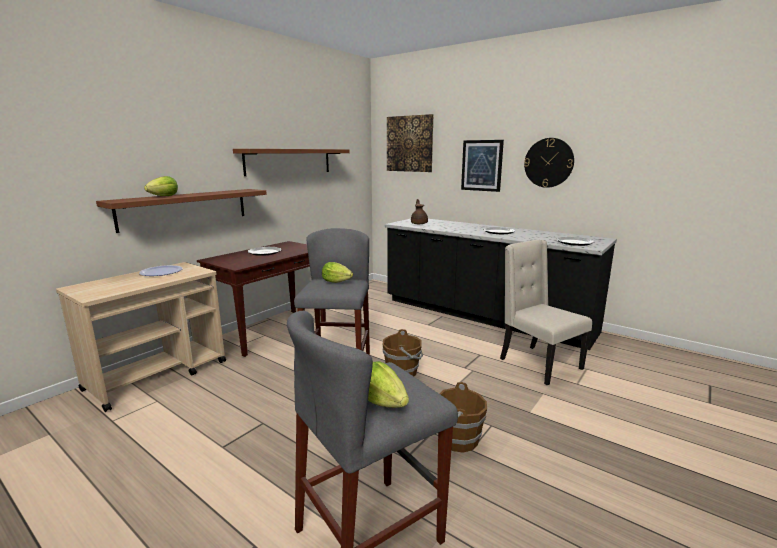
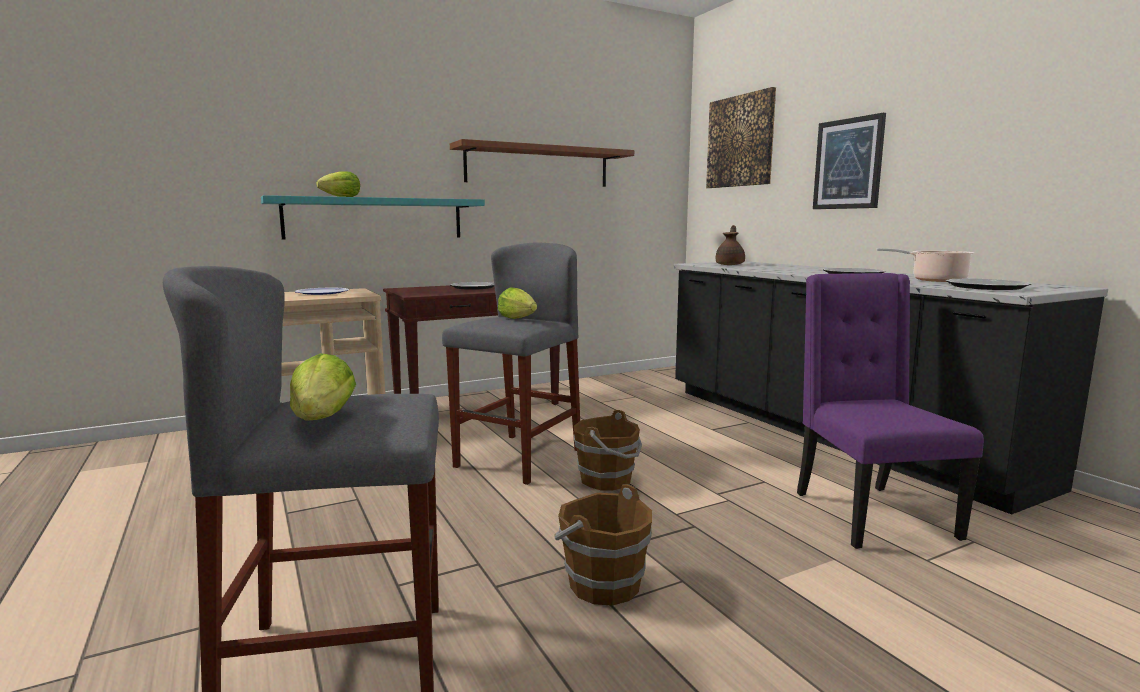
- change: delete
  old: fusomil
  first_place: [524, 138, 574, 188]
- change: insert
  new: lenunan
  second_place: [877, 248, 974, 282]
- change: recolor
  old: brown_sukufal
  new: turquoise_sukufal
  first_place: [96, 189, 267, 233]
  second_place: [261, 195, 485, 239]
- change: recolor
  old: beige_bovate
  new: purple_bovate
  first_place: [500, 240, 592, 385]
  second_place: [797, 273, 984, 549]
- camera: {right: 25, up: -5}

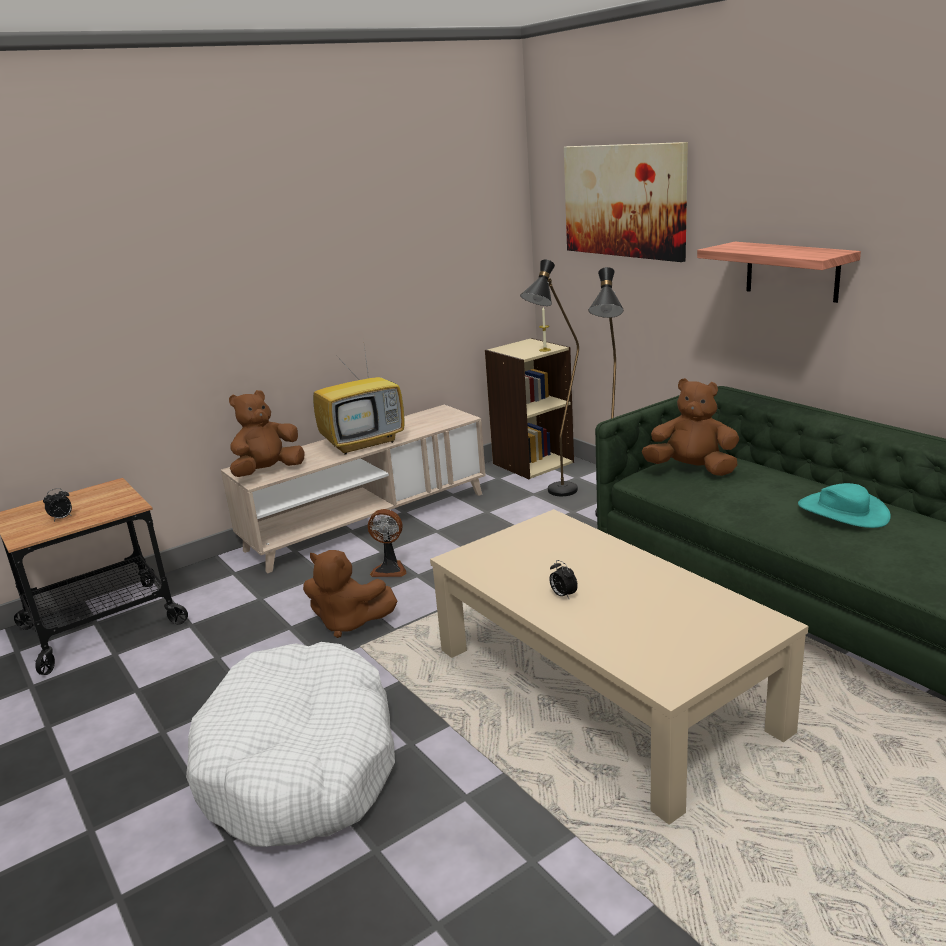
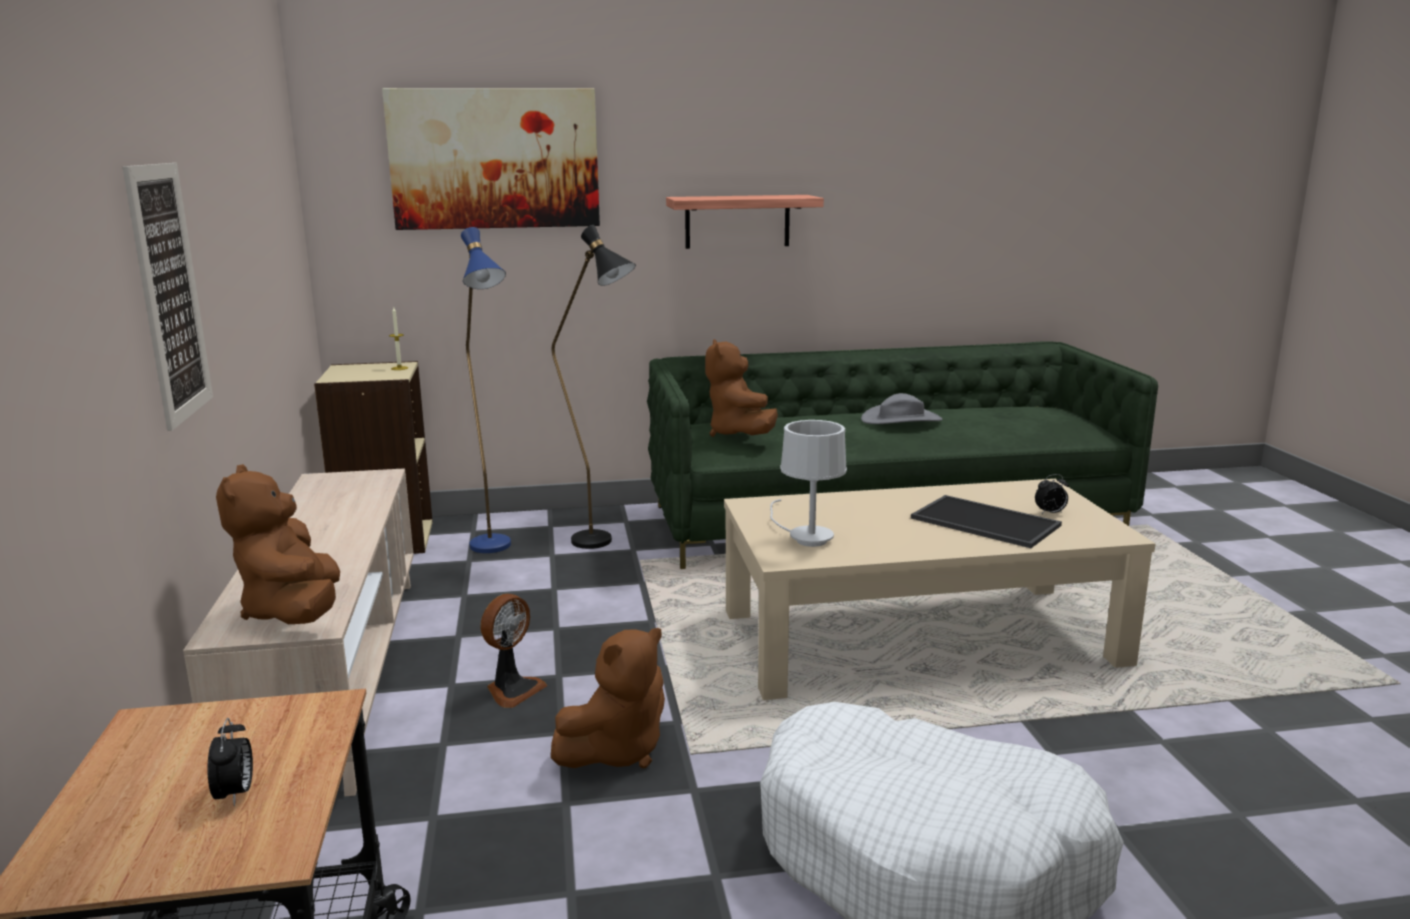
- change: delete
  old: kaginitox
  first_place: [313, 339, 405, 455]
- change: insert
  new: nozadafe
  second_place: [122, 163, 213, 431]
- change: insert
  new: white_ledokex
  second_place: [770, 420, 847, 547]
- change: insert
  new: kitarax
  second_place: [911, 495, 1062, 548]
- change: move
  old: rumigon
  first_place: [549, 560, 578, 599]
  second_place: [1035, 474, 1069, 514]
- change: recolor
  old: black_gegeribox
  new: blue_gegeribox
  first_place: [520, 259, 579, 496]
  second_place: [461, 227, 511, 553]
- change: recolor
  old: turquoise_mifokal
  new: grey_mifokal
  first_place: [798, 483, 891, 528]
  second_place: [861, 393, 943, 424]
- change: rotate
  old: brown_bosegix
  first_place: [642, 378, 739, 476]
  second_place: [705, 339, 778, 437]
  degrees: -60
- camera: {right: -65, up: -5}

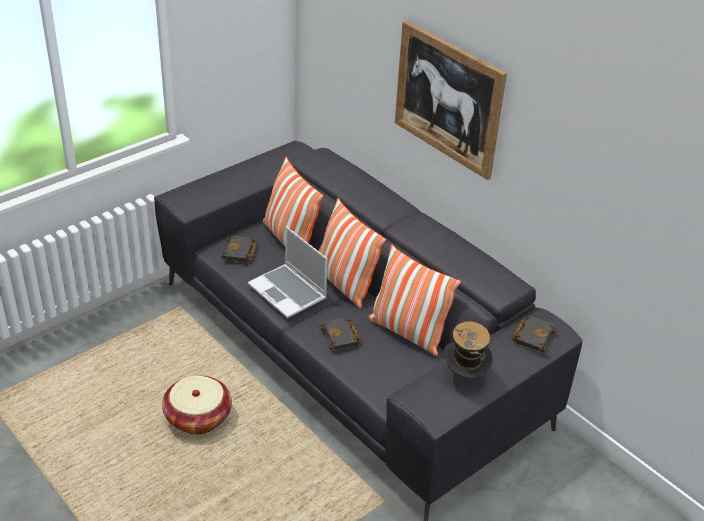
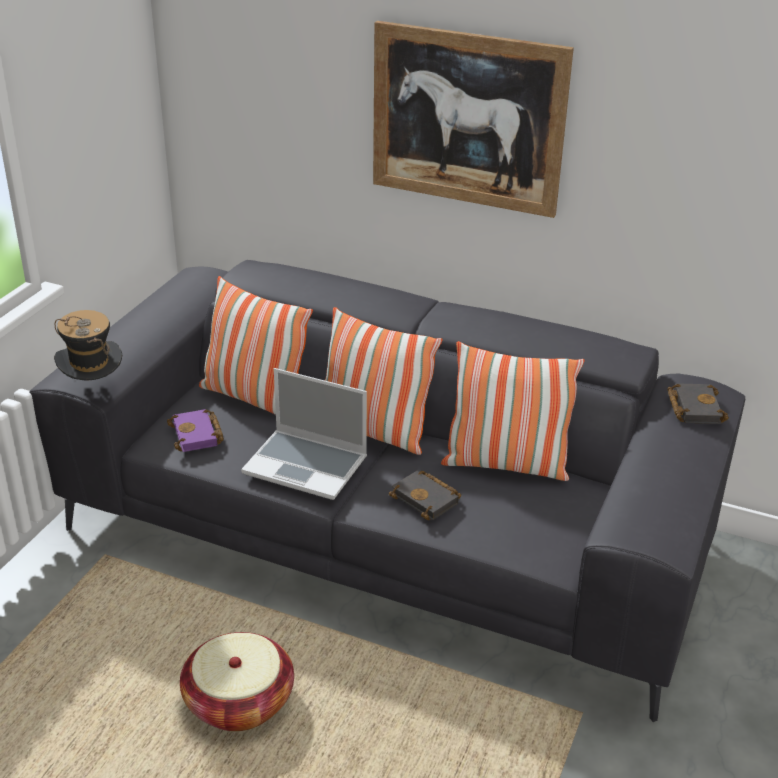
- change: move
  old: mifokal
  first_place: [444, 321, 493, 378]
  second_place: [54, 310, 122, 381]
- change: recolor
  old: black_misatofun
  new: purple_misatofun
  first_place: [221, 236, 257, 263]
  second_place: [167, 409, 224, 452]
- camera: {right: -25, up: -5}

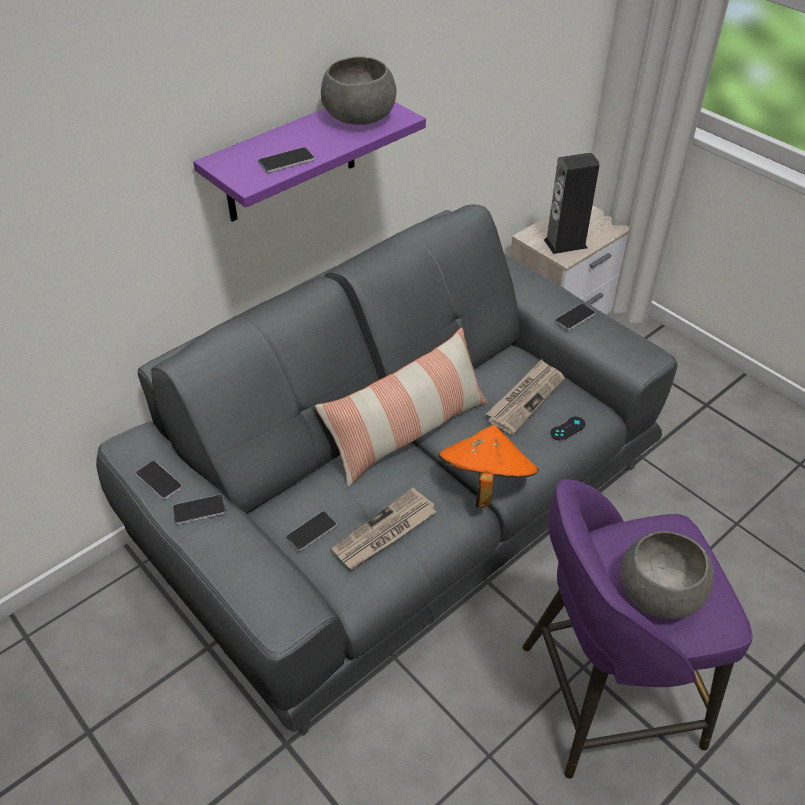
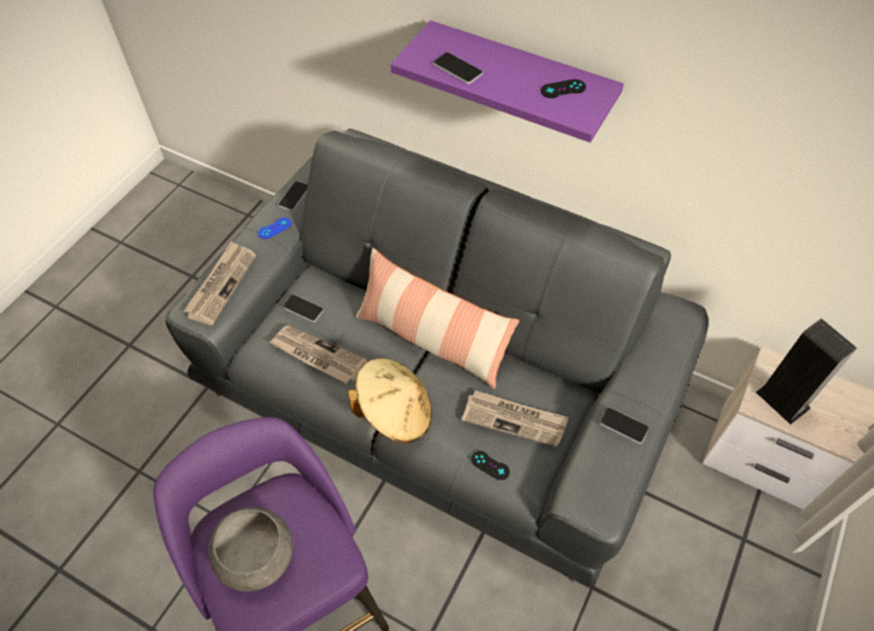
- change: insert
  new: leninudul
  second_place: [184, 241, 256, 326]
- change: replace
  old: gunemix
  new: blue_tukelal
  first_place: [172, 494, 226, 525]
  second_place: [258, 218, 291, 239]
- change: replace
  old: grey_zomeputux
  new: black_tukelal
  first_place: [321, 56, 397, 125]
  second_place: [541, 79, 586, 98]
- change: recolor
  old: orange_mifokal
  new: beige_mifokal
  first_place: [439, 425, 539, 508]
  second_place: [348, 358, 432, 443]
- camera: {right: 70, up: 10}

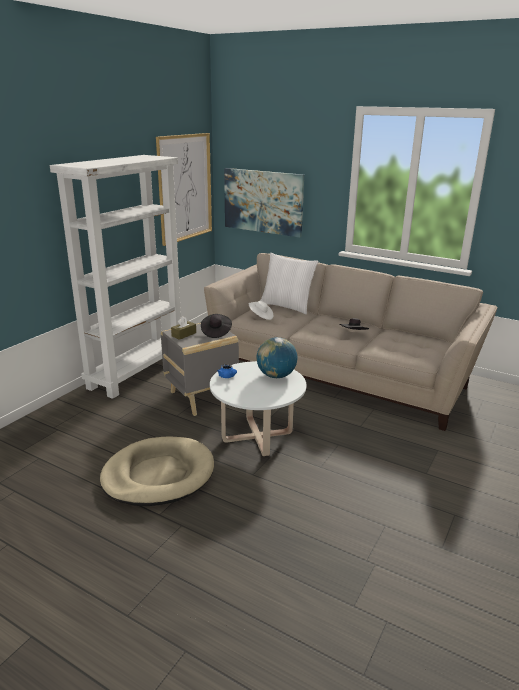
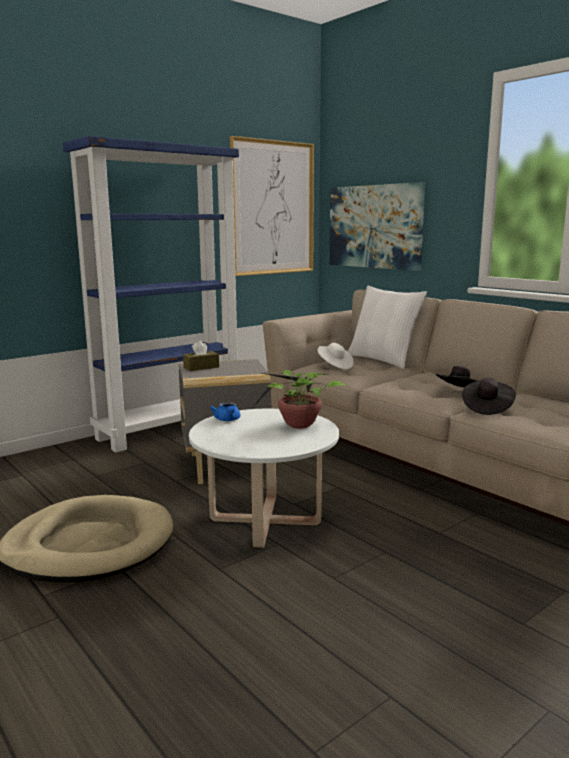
- change: move
  old: black_mifokal
  first_place: [201, 314, 232, 338]
  second_place: [462, 378, 516, 415]
- change: replace
  old: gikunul
  new: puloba
  first_place: [256, 337, 298, 378]
  second_place: [253, 370, 346, 429]
- change: recolor
  old: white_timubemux
  new: blue_timubemux
  first_place: [50, 155, 181, 399]
  second_place: [63, 136, 239, 453]
- camera: {right: 20, up: -10}

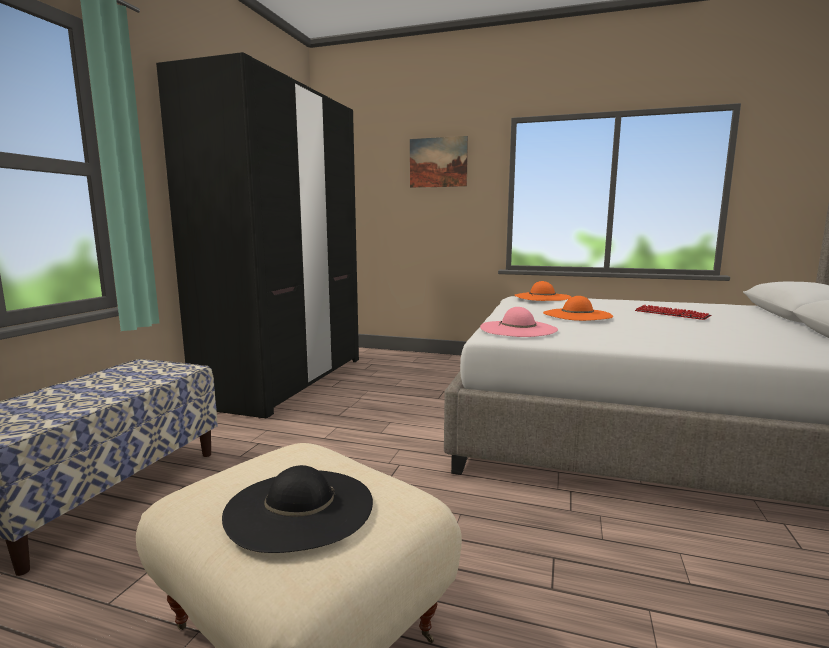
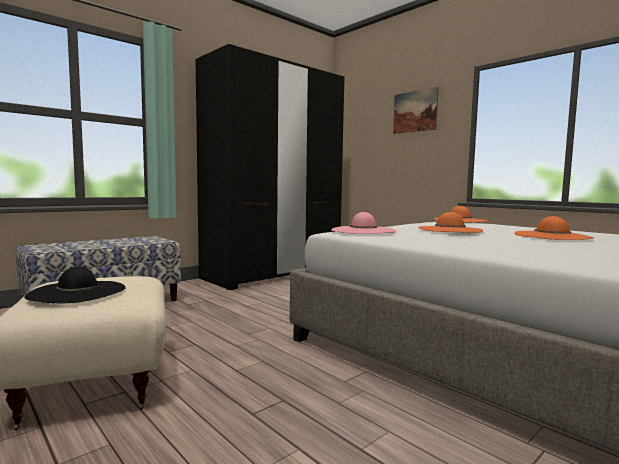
- change: replace
  old: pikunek
  new: orange_mifokal
  first_place: [635, 305, 711, 320]
  second_place: [514, 216, 594, 240]
- camera: {right: 30, up: -5}

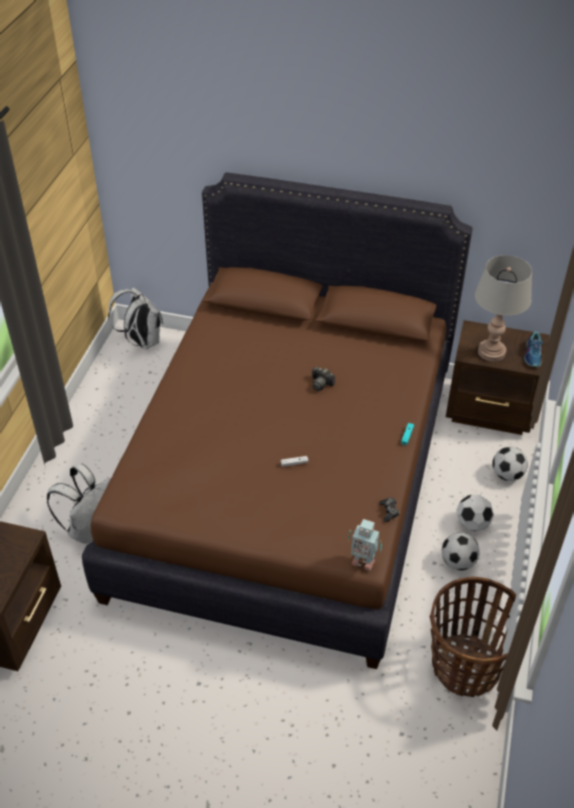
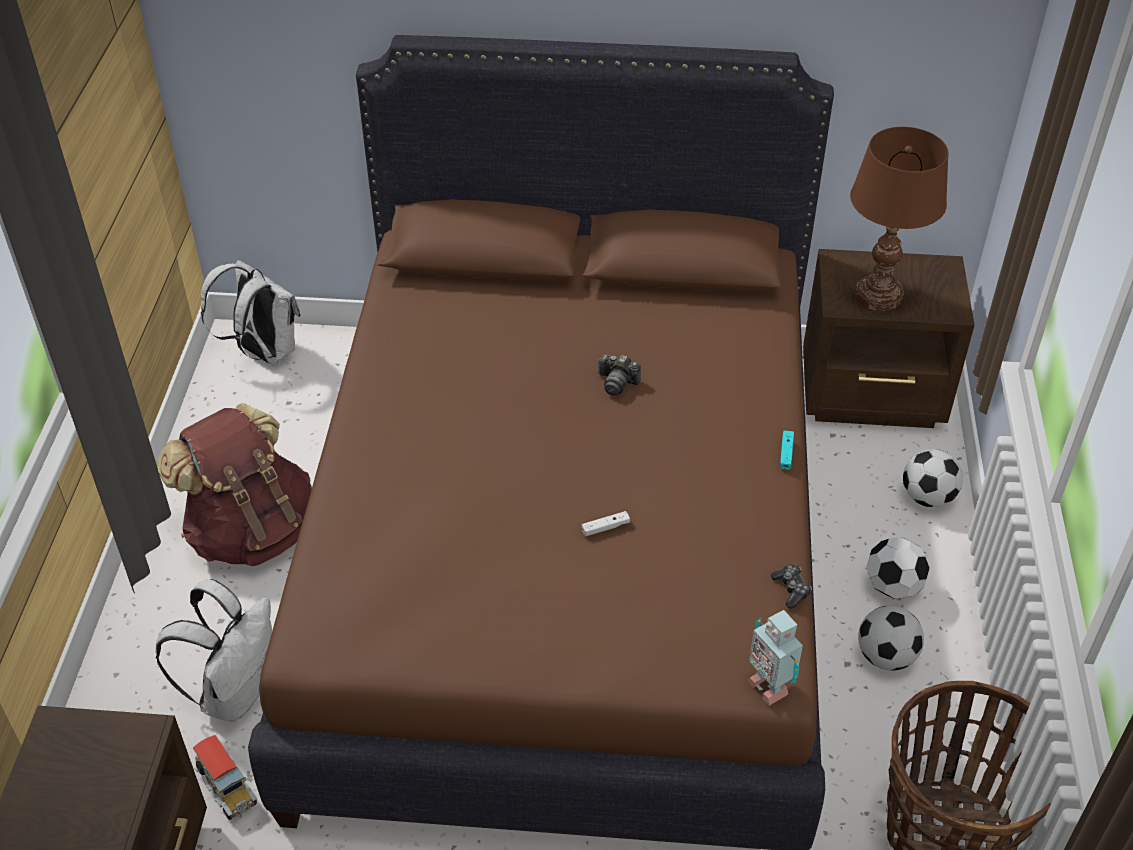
- change: delete
  old: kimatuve
  first_place: [524, 331, 545, 367]
- change: insert
  new: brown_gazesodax
  second_place: [158, 403, 312, 566]
- change: insert
  new: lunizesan
  second_place: [193, 735, 257, 820]
- change: recolor
  old: grey_ledokex
  new: brown_ledokex
  first_place: [475, 255, 532, 362]
  second_place: [850, 127, 949, 311]
- change: rotate
  old: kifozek
  first_place: [348, 519, 382, 571]
  second_place: [747, 610, 803, 706]
  degrees: 45
- camera: {right: -10, up: 0}

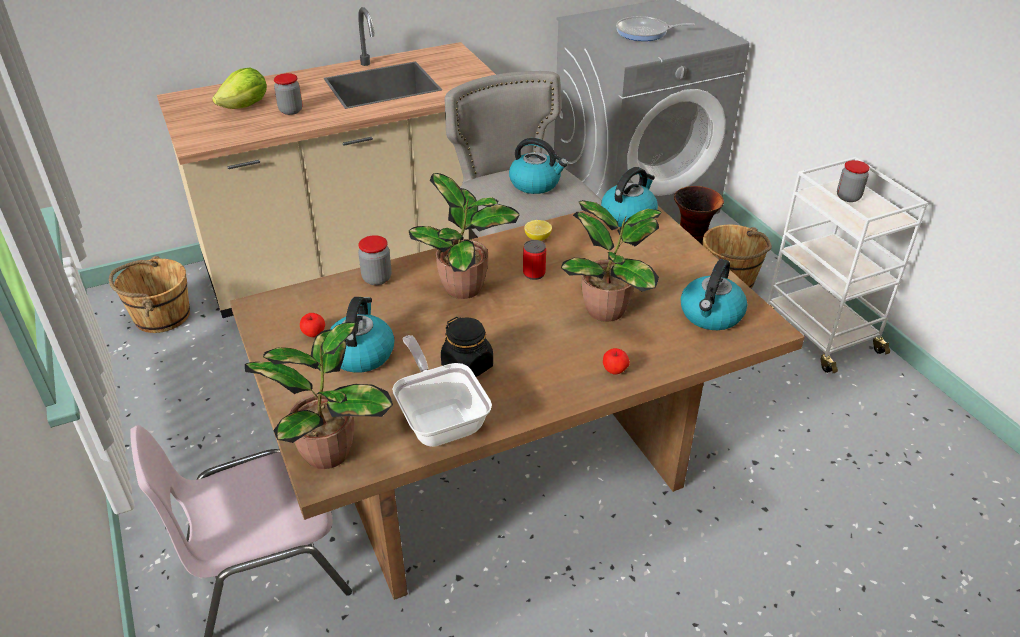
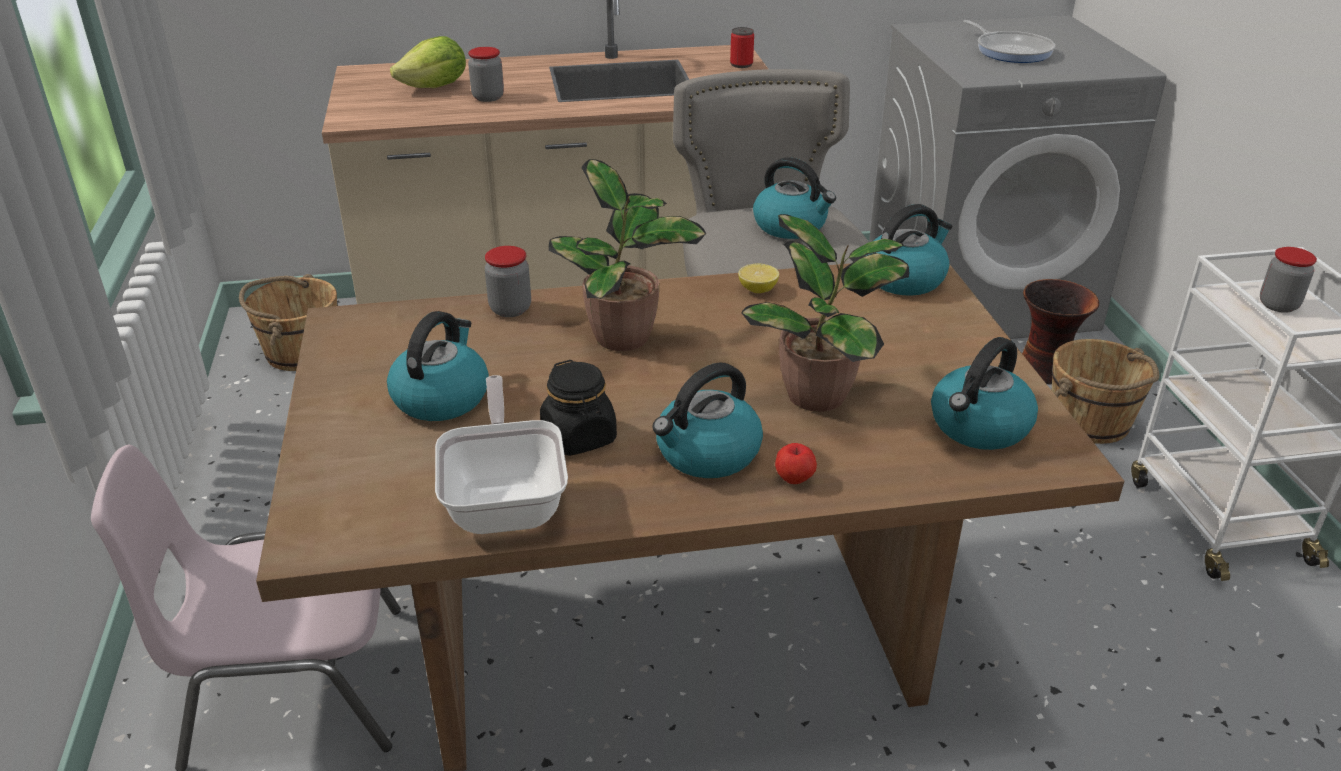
- change: delete
  old: puloba
  first_place: [245, 322, 393, 469]
- change: delete
  old: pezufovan
  first_place: [300, 313, 325, 337]
- change: insert
  new: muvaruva
  second_place: [652, 363, 763, 478]
- change: move
  old: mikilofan
  first_place: [523, 240, 546, 280]
  second_place: [730, 27, 754, 68]
- change: rotate
  old: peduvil
  first_place: [616, 16, 695, 41]
  second_place: [963, 20, 1055, 63]
  degrees: -135
- camera: {right: 15, up: -5}

